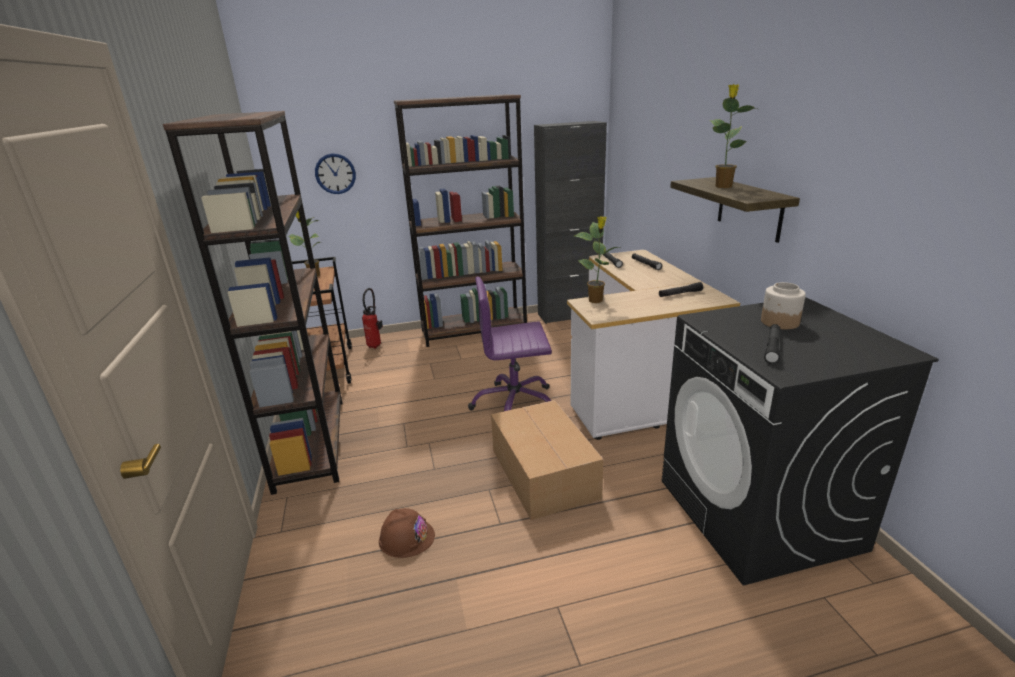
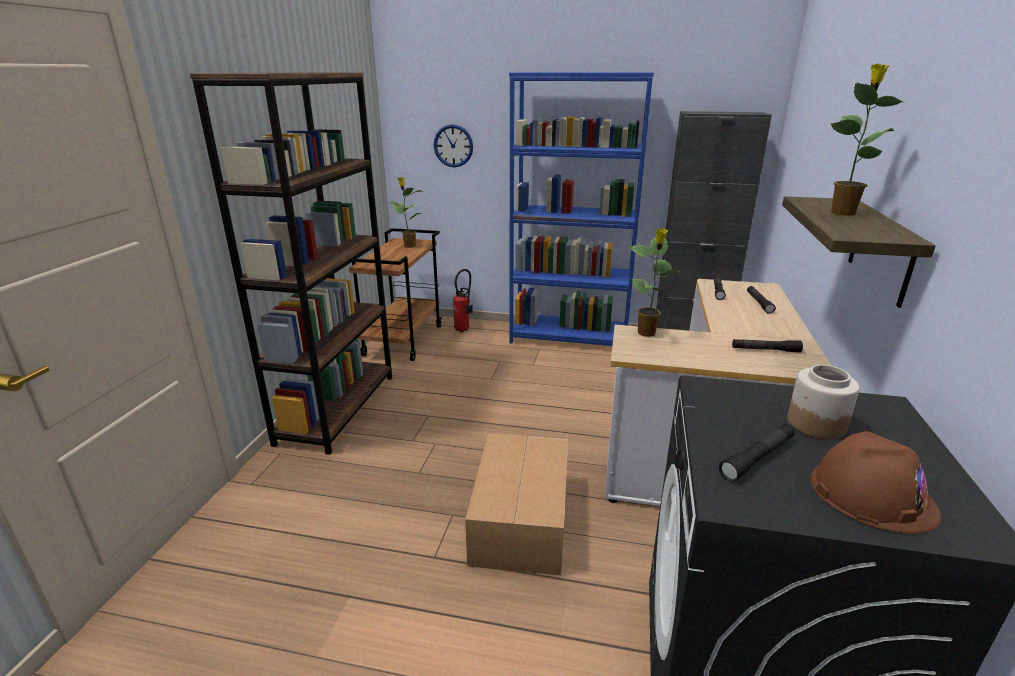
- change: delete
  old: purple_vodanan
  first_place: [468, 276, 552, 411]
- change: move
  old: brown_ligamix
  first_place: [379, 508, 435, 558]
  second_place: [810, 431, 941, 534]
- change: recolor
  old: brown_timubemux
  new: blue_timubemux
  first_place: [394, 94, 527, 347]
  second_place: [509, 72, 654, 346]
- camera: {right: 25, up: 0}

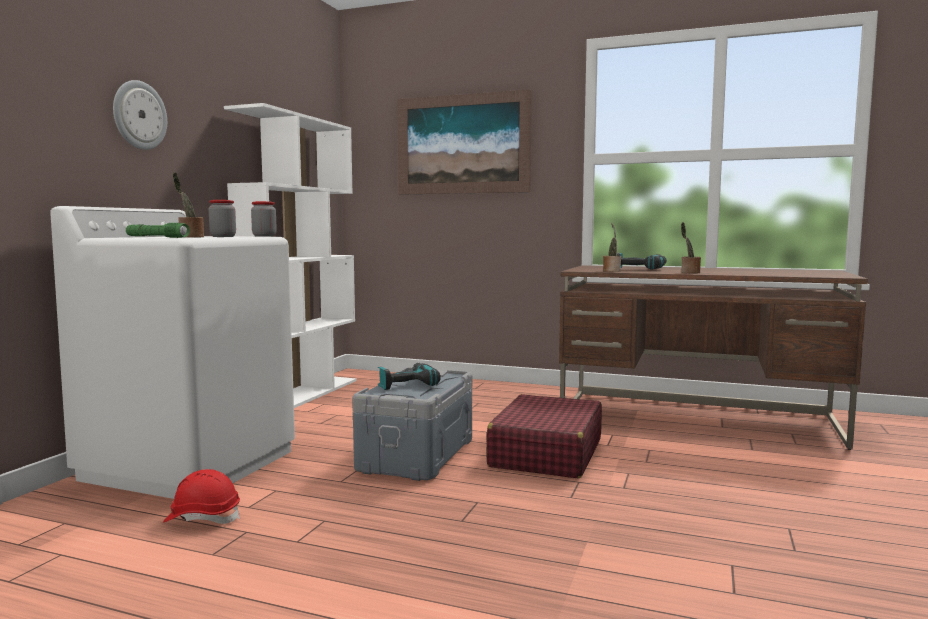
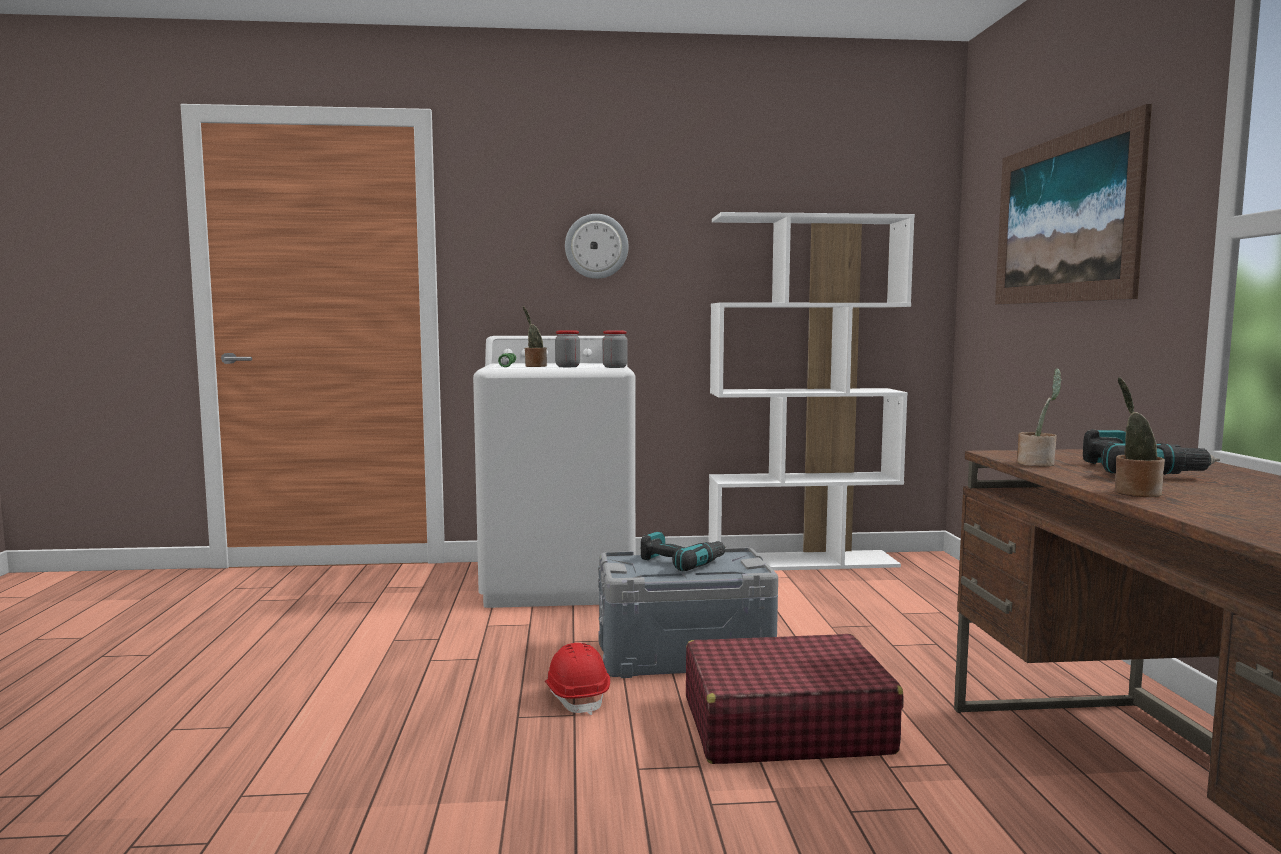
- change: move
  old: red_ligamix
  first_place: [163, 469, 240, 524]
  second_place: [545, 643, 610, 715]
- camera: {right: 65, up: 0}

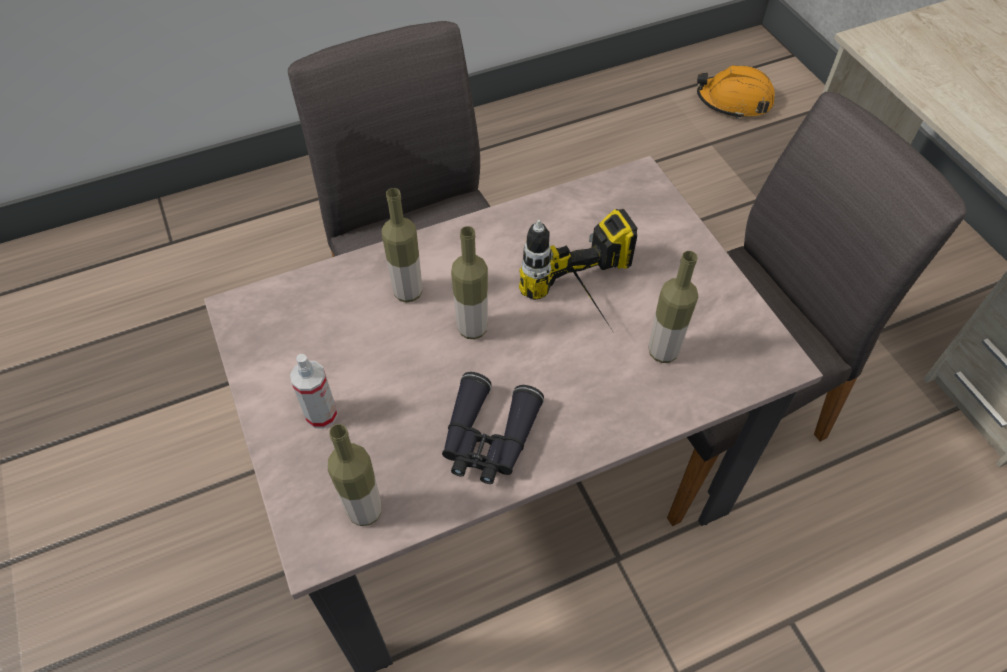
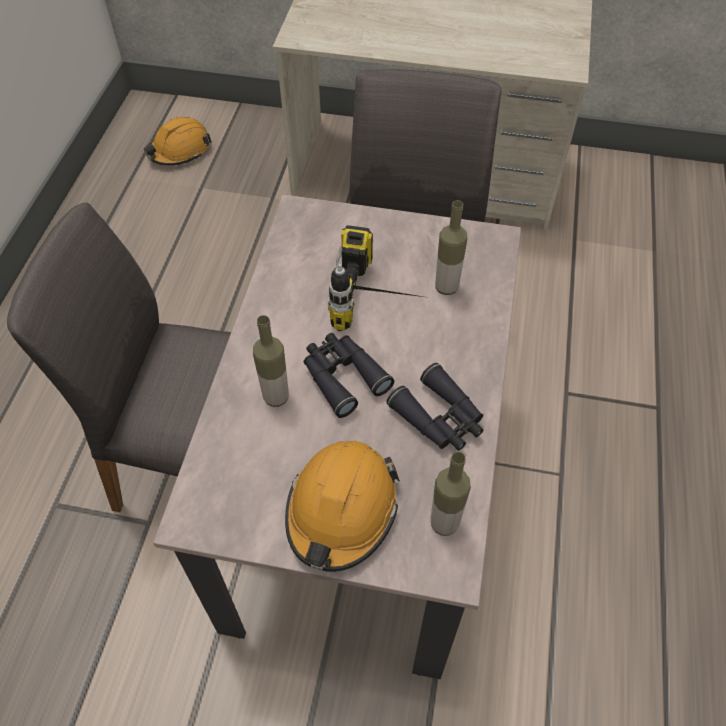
- change: replace
  old: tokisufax
  new: orange_ligamix
  first_place: [290, 354, 338, 429]
  second_place: [285, 441, 400, 572]
- change: replace
  old: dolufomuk
  new: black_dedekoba
  first_place: [451, 226, 488, 339]
  second_place: [304, 333, 394, 418]
- camera: {right: -55, up: 0}

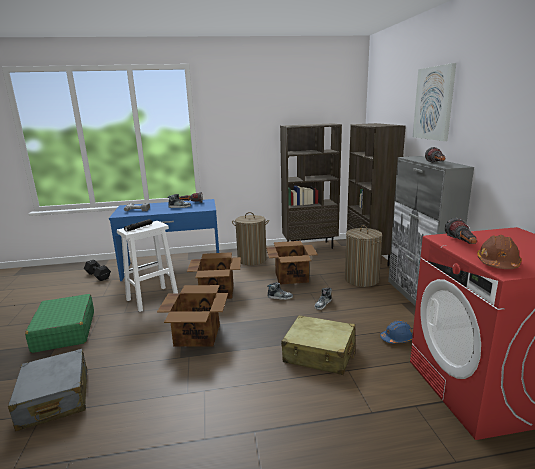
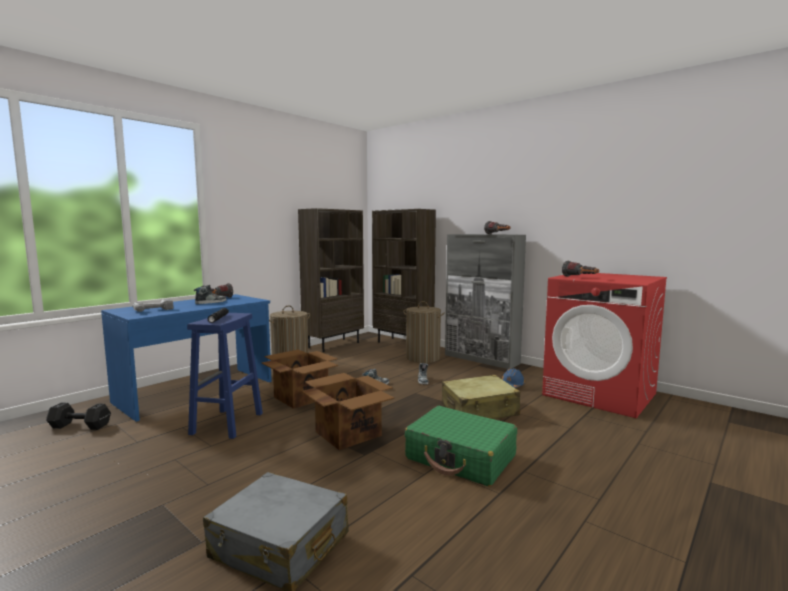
- change: delete
  old: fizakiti
  first_place: [266, 241, 318, 284]
- change: delete
  old: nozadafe
  first_place: [413, 63, 456, 141]
- change: delete
  old: brown_ligamix
  first_place: [477, 235, 522, 269]
- change: move
  old: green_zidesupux
  first_place: [25, 294, 94, 353]
  second_place: [405, 406, 517, 487]
- change: recolor
  old: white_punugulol
  new: blue_punugulol
  first_place: [117, 221, 178, 312]
  second_place: [187, 313, 263, 439]
- camera: {right: -40, up: -10}

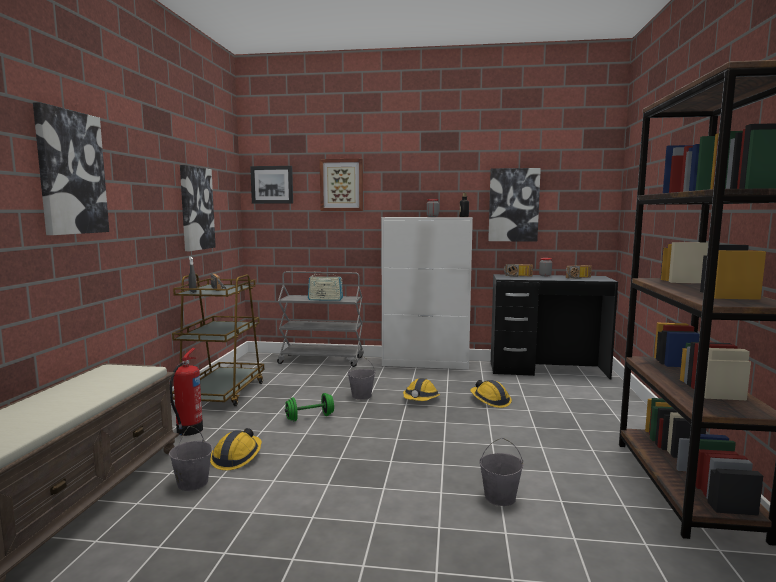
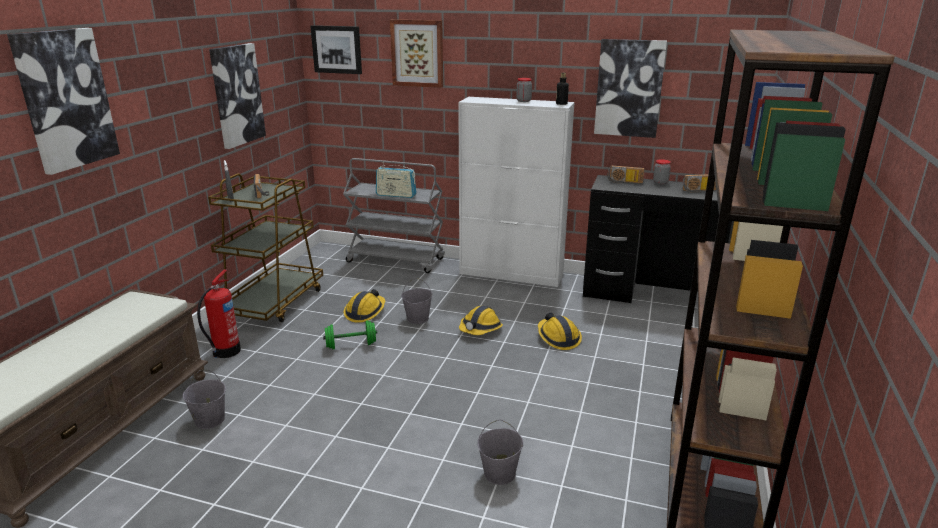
- change: move
  old: ligamix
  first_place: [210, 428, 262, 470]
  second_place: [344, 289, 386, 323]
- camera: {right: 10, up: 15}

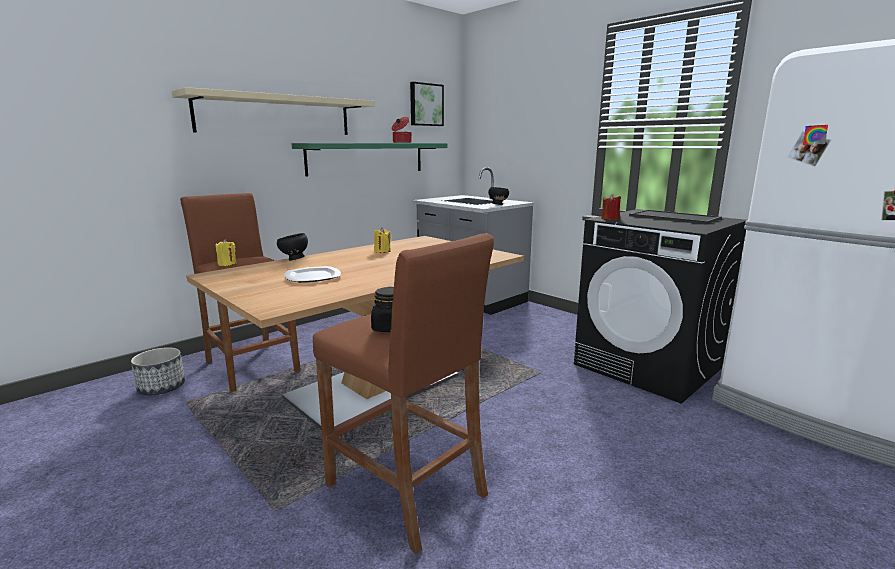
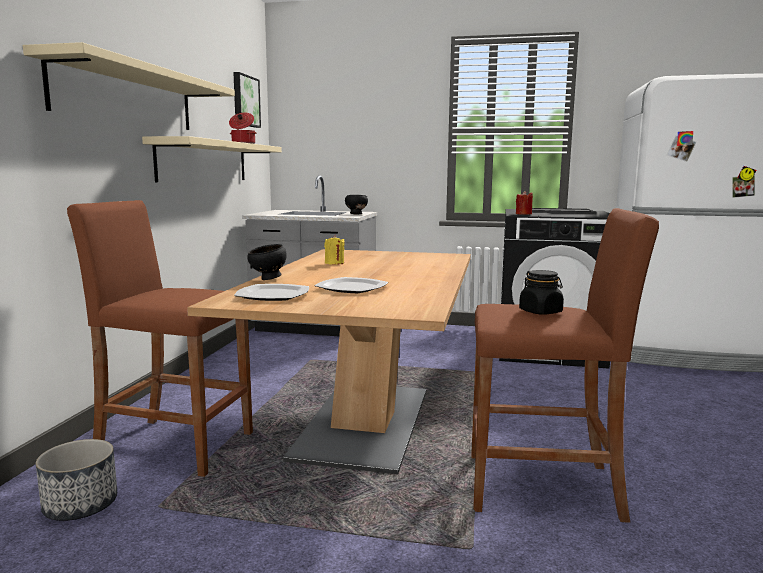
- change: delete
  old: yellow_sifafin
  first_place: [216, 239, 236, 266]
- change: insert
  new: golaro
  second_place: [234, 284, 309, 301]
- change: recolor
  old: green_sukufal
  new: beige_sukufal
  first_place: [292, 143, 448, 176]
  second_place: [142, 136, 282, 182]
- camera: {right: -35, up: -5}

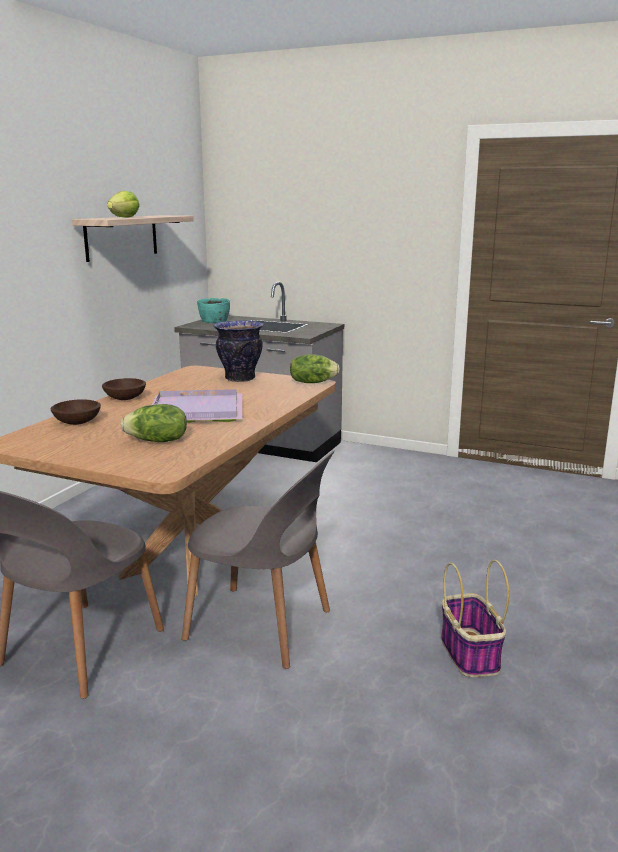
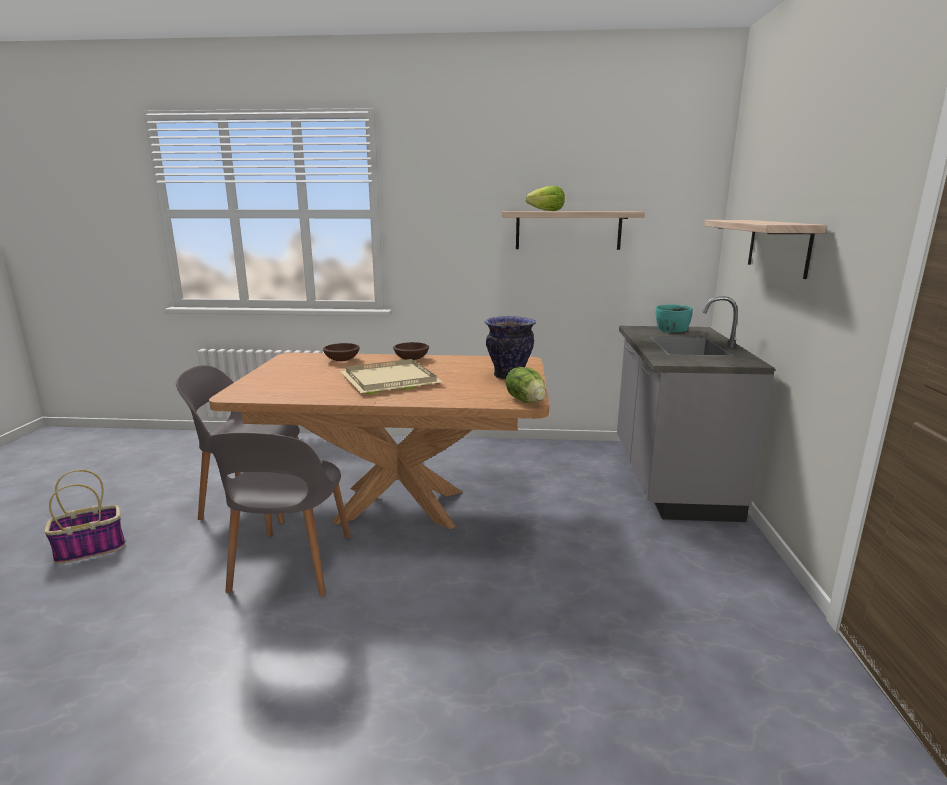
- change: delete
  old: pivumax
  first_place: [121, 404, 187, 442]
- change: insert
  new: sukufal
  second_place: [704, 220, 826, 279]
- change: move
  old: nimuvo
  first_place: [441, 560, 509, 677]
  second_place: [44, 470, 125, 564]
- change: recolor
  old: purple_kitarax
  new: beige_kitarax
  first_place: [152, 389, 242, 423]
  second_place: [341, 359, 443, 395]
- camera: {right: 70, up: 0}

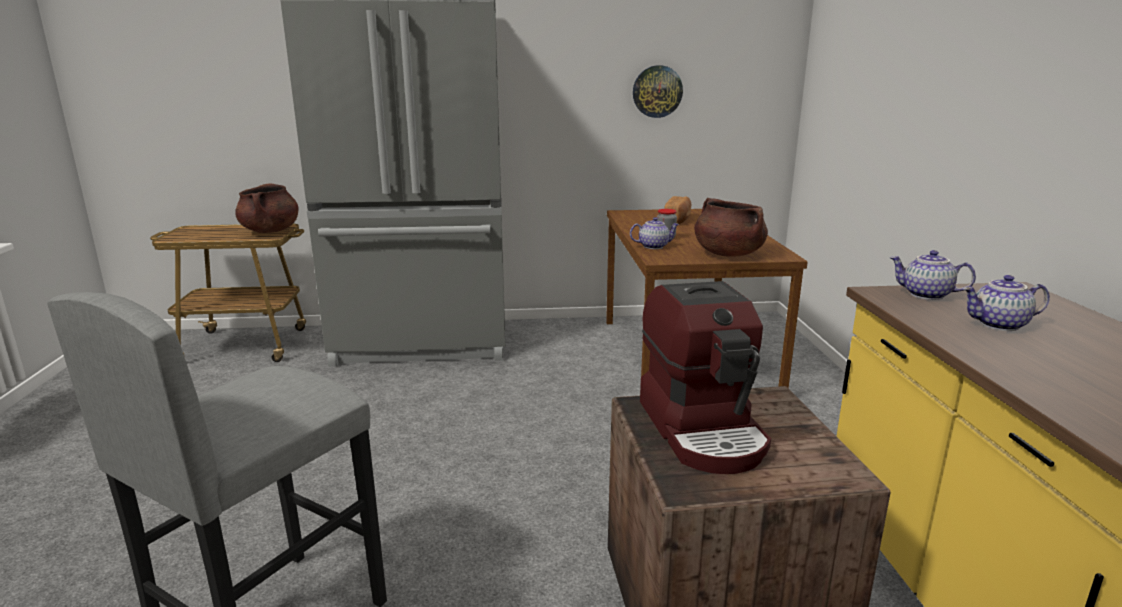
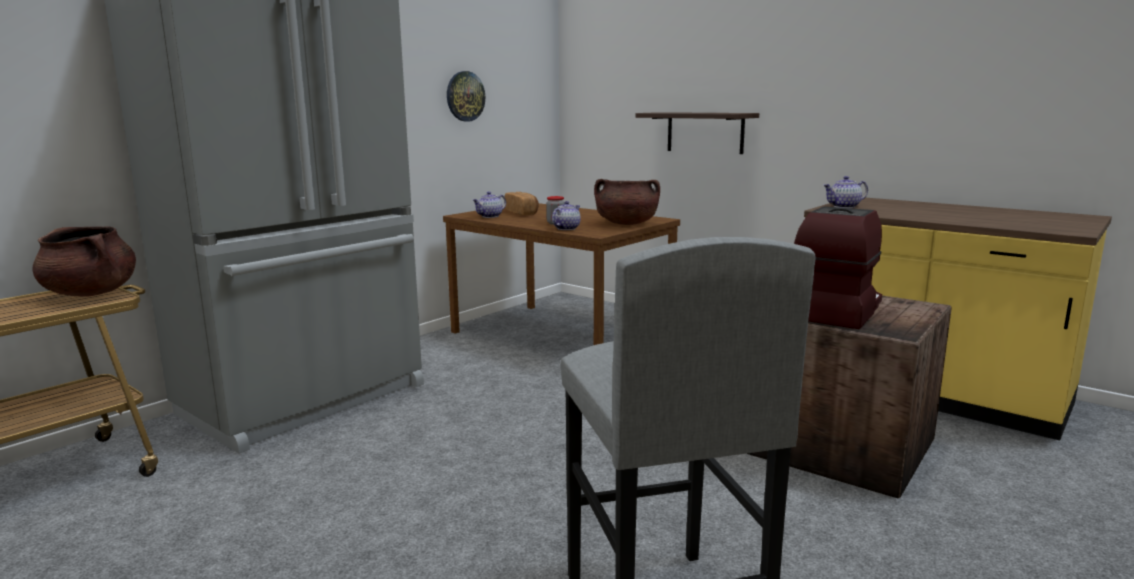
- change: insert
  new: sukufal
  second_place: [635, 112, 759, 154]
- change: move
  old: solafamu
  first_place: [962, 275, 1050, 331]
  second_place: [472, 192, 506, 218]
- change: rotate
  old: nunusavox
  first_place: [640, 281, 771, 474]
  second_place: [794, 206, 882, 329]
  degrees: -90
- camera: {right: -45, up: -5}

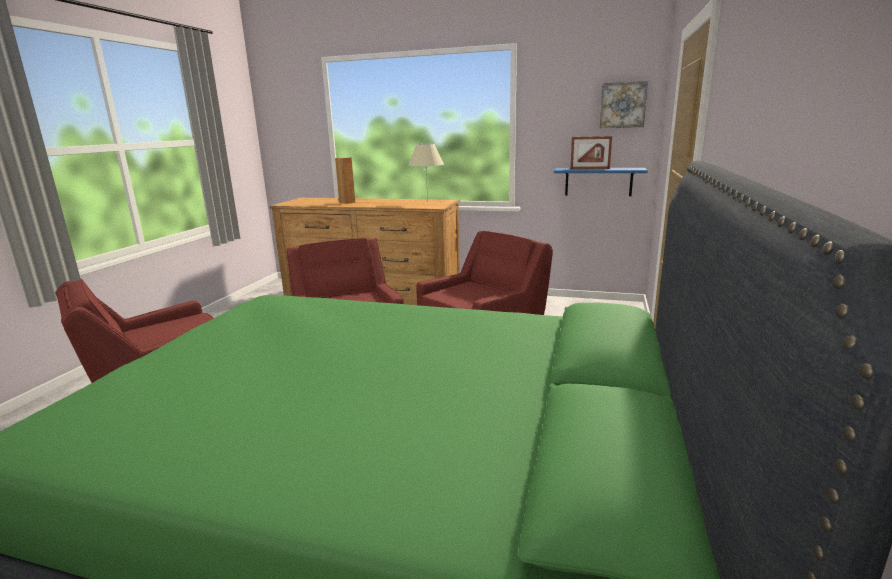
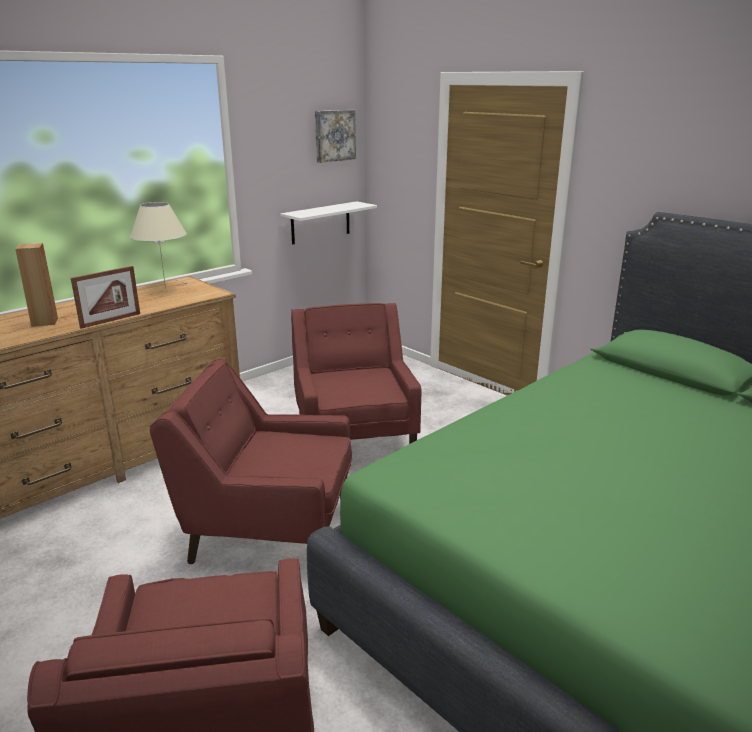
- change: move
  old: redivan
  first_place: [570, 136, 612, 169]
  second_place: [71, 266, 140, 329]
- change: recolor
  old: blue_sukufal
  new: white_sukufal
  first_place: [554, 168, 648, 196]
  second_place: [281, 201, 377, 245]
- camera: {right: -60, up: 5}

